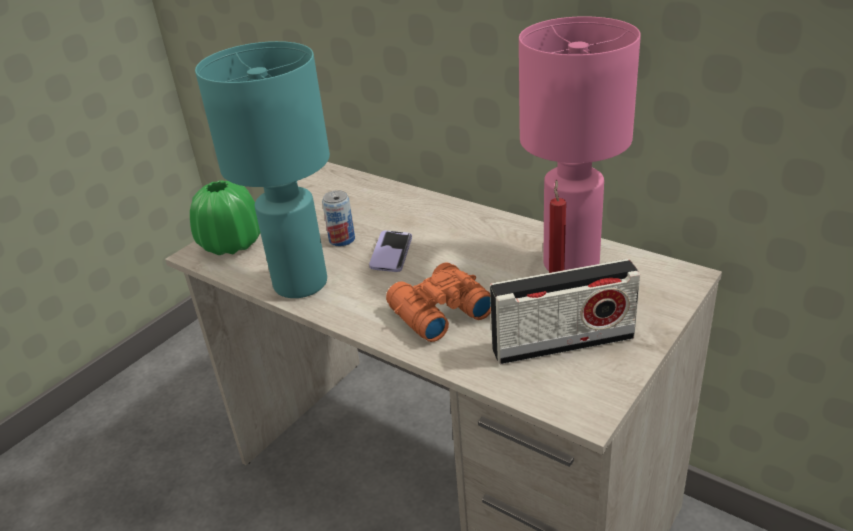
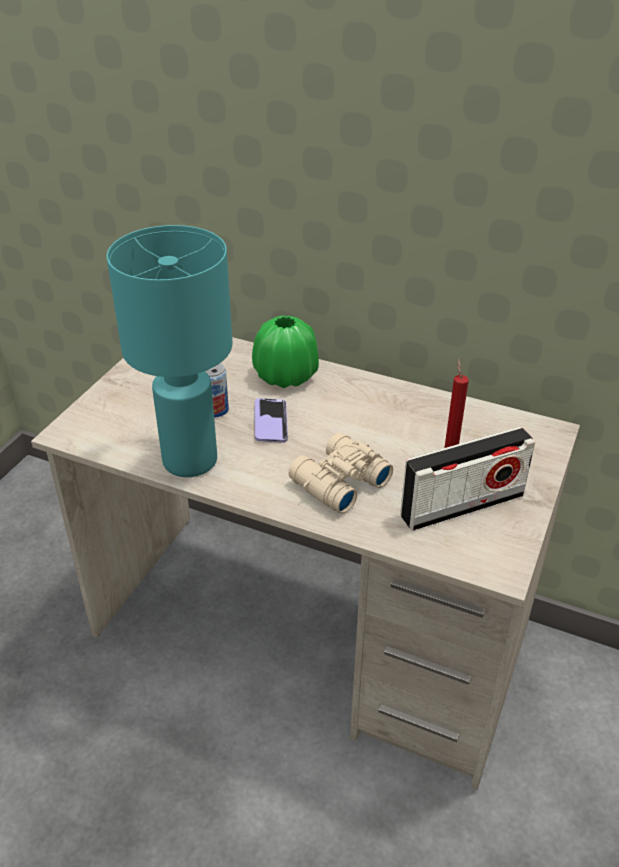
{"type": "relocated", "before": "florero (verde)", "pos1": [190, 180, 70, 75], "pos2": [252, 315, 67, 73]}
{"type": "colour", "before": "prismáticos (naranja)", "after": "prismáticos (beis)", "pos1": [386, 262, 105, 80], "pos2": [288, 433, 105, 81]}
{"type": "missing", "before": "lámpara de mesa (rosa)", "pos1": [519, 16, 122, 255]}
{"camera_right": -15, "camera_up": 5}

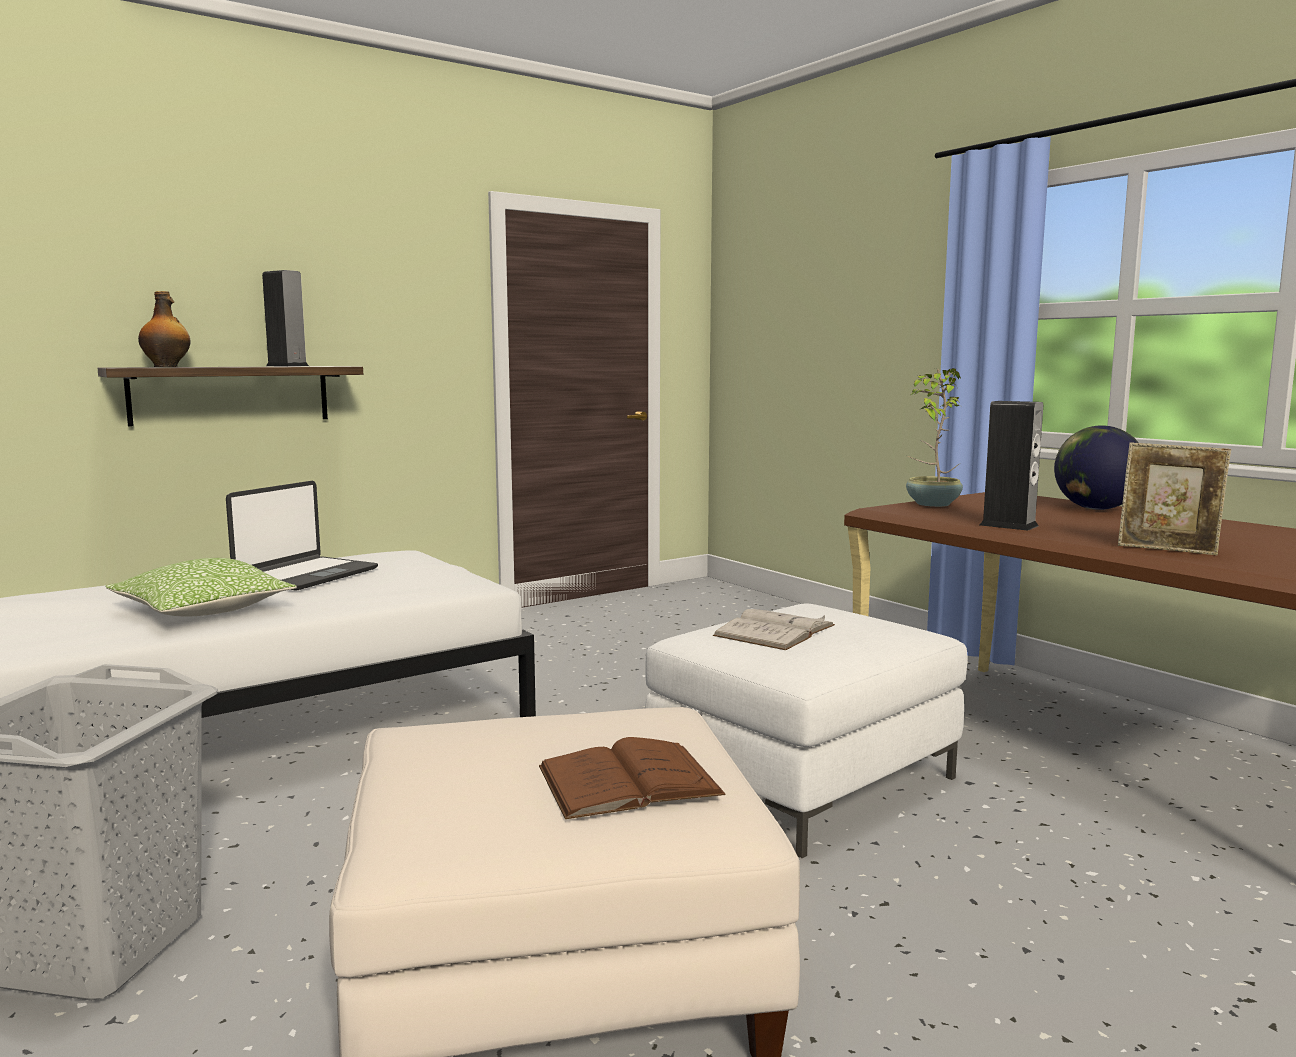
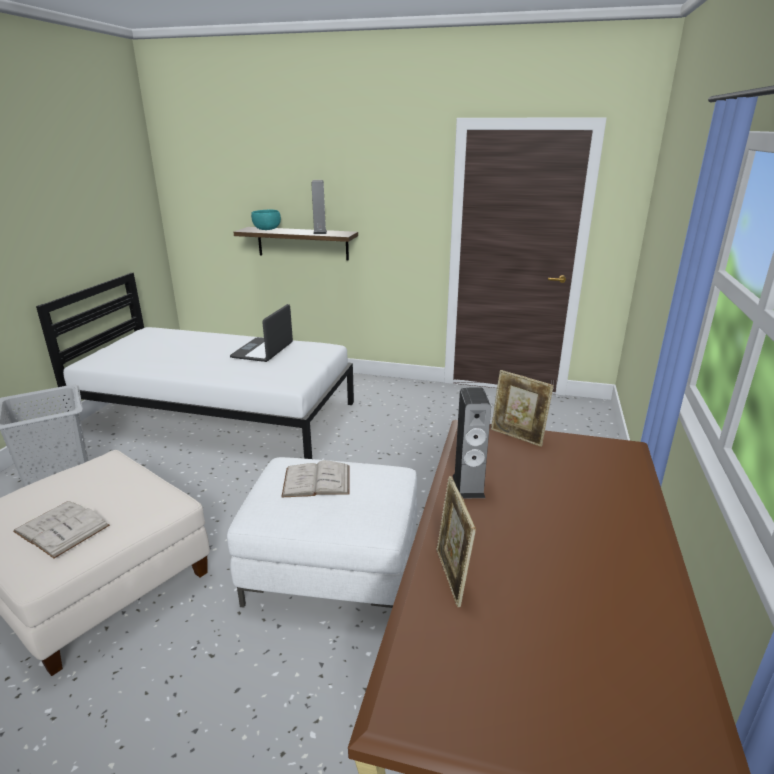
{"type": "missing", "before": "cojín", "pos1": [105, 558, 192, 58]}
{"type": "exchanged", "before": "botella", "after": "cuenco (turquesa)", "pos1": [138, 291, 53, 76], "pos2": [251, 210, 30, 20]}
{"type": "spun", "before": "portátil", "pos1": [226, 481, 152, 110], "pos2": [230, 304, 63, 58], "turn": 120}
{"type": "colour", "before": "libro (marrón)", "after": "libro (blanco)", "pos1": [539, 737, 187, 82], "pos2": [13, 501, 97, 58]}
{"type": "exchanged", "before": "planta en maceta", "after": "portarretratos", "pos1": [906, 368, 59, 139], "pos2": [491, 370, 63, 77]}
{"type": "missing", "before": "globo terráqueo", "pos1": [1054, 425, 85, 85]}
{"camera_right": 50, "camera_up": 15}

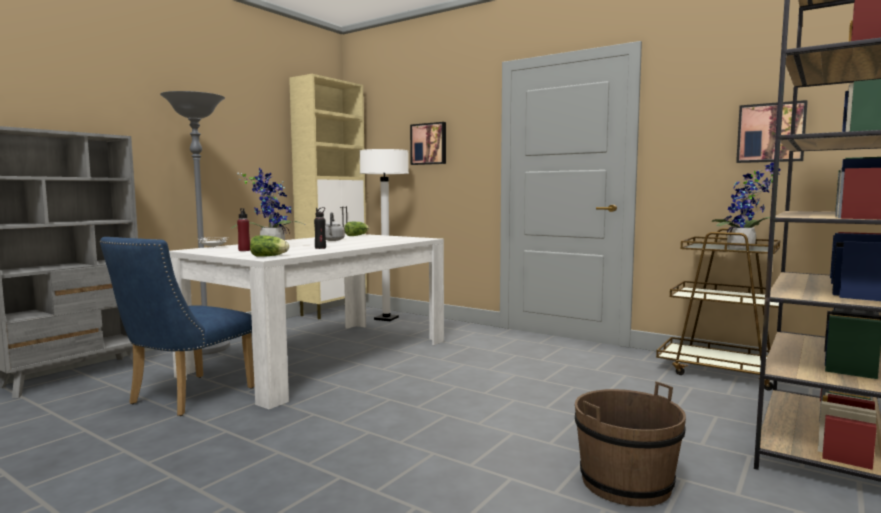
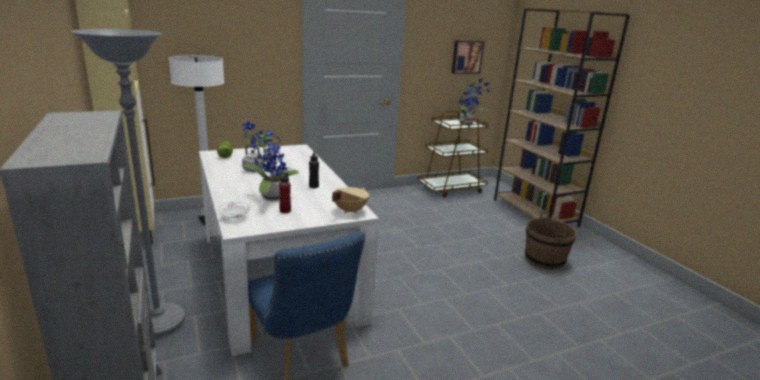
{"type": "exchanged", "before": "lechuga", "after": "olla (beis)", "pos1": [250, 235, 39, 22], "pos2": [332, 187, 37, 27]}
{"type": "missing", "before": "cuadro", "pos1": [410, 122, 36, 43]}
{"camera_right": -60, "camera_up": 15}

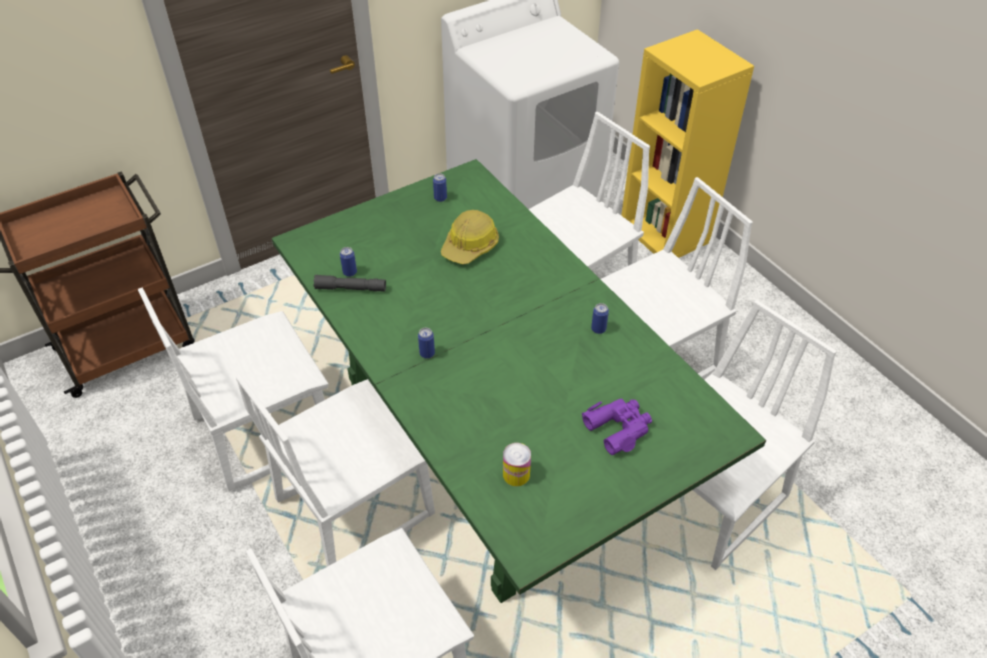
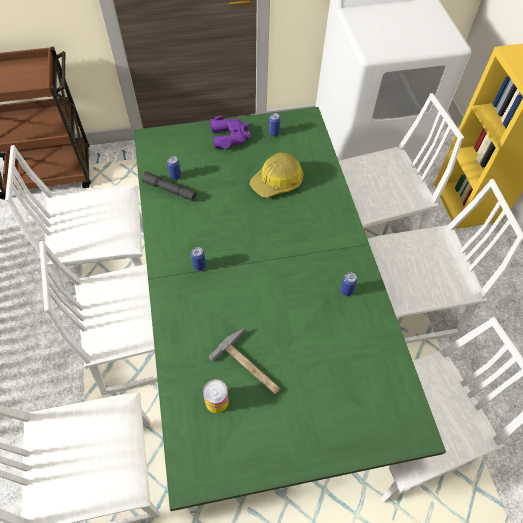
{"type": "relocated", "before": "prismáticos (morado)", "pos1": [582, 399, 70, 56], "pos2": [210, 116, 41, 33]}
{"type": "appeared", "after": "martillo", "pos2": [209, 328, 71, 66]}
{"camera_right": 20, "camera_up": 10}

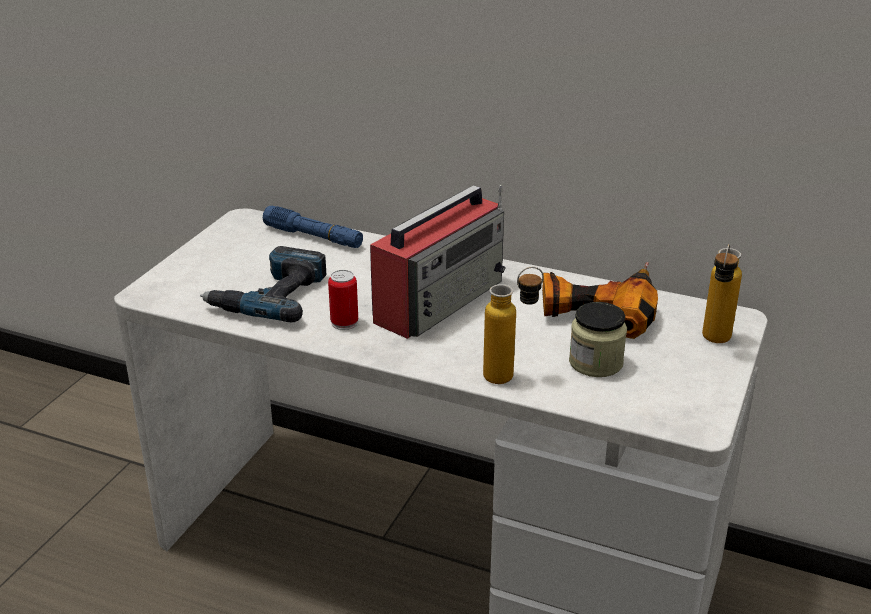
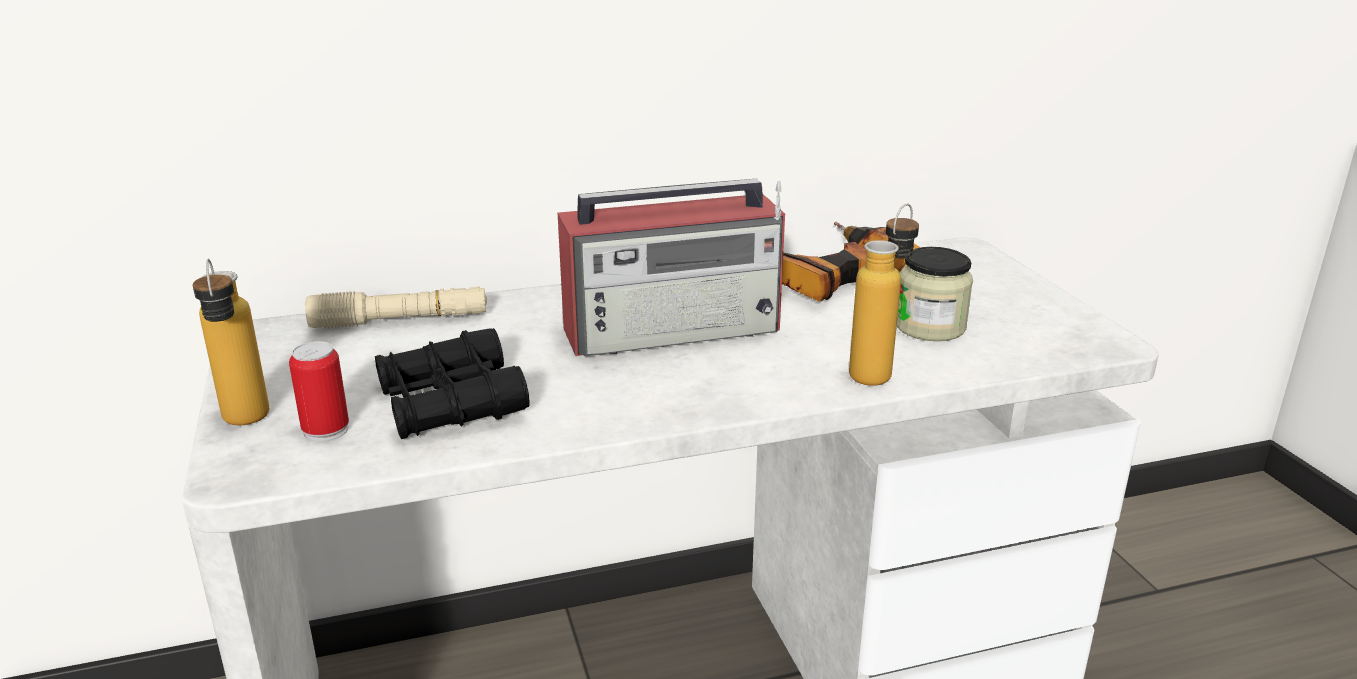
{"type": "exchanged", "before": "taladro", "after": "prismáticos (negro)", "pos1": [200, 246, 126, 76], "pos2": [375, 328, 155, 111]}
{"type": "colour", "before": "linterna (azul)", "after": "linterna (beis)", "pos1": [263, 206, 100, 42], "pos2": [305, 287, 182, 42]}
{"type": "relocated", "before": "lata", "pos1": [328, 270, 30, 60], "pos2": [289, 341, 60, 101]}
{"type": "spun", "before": "radio", "pos1": [370, 185, 136, 154], "pos2": [558, 179, 227, 177], "turn": 75}
{"type": "relocated", "before": "botella", "pos1": [702, 244, 40, 99], "pos2": [193, 259, 76, 167]}
{"camera_right": -40, "camera_up": -5}

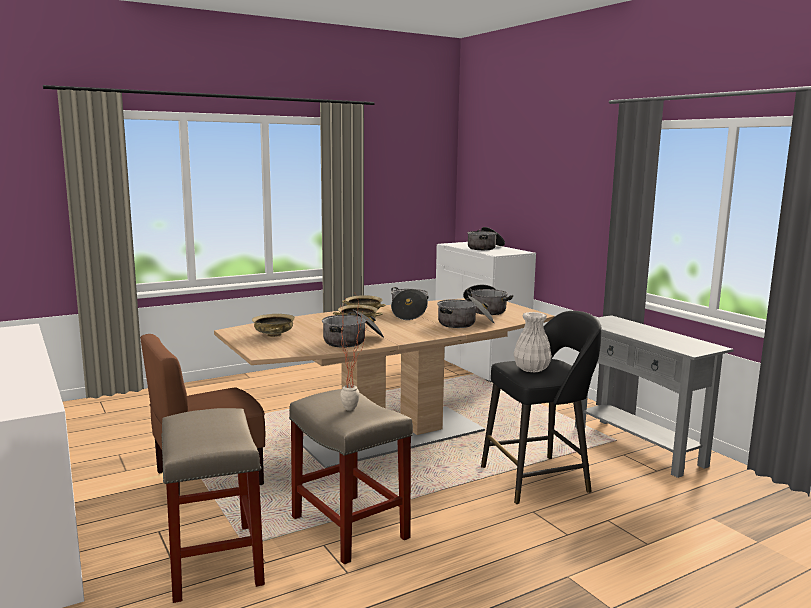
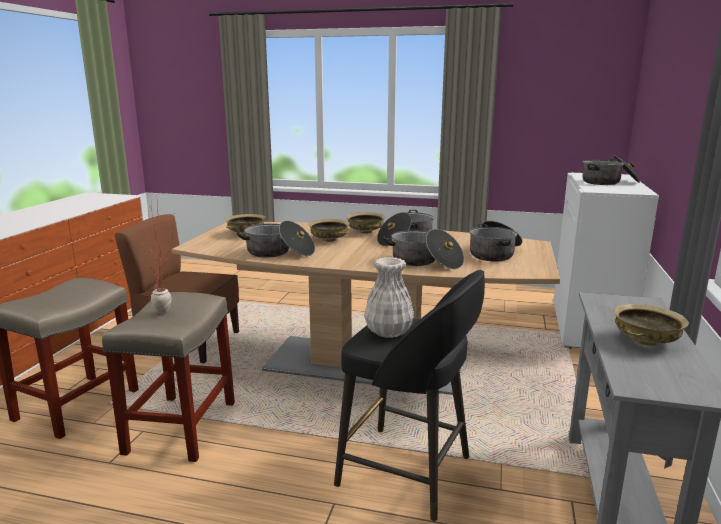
{"type": "appeared", "after": "cuenco (beis)", "pos2": [614, 304, 75, 42]}
{"camera_right": 45, "camera_up": 5}

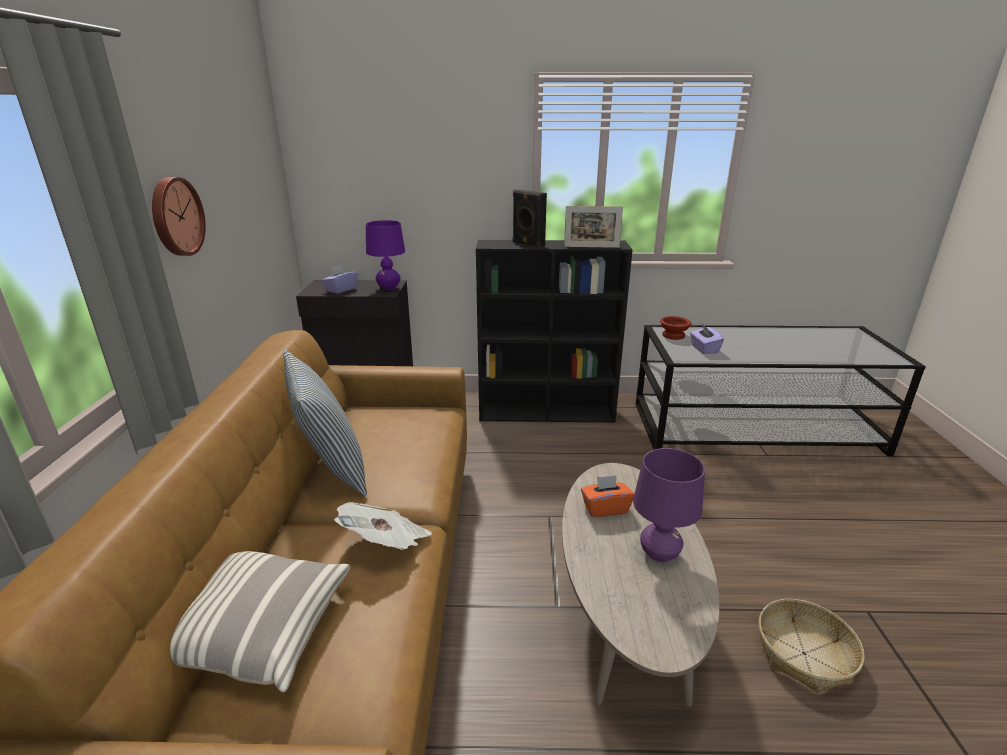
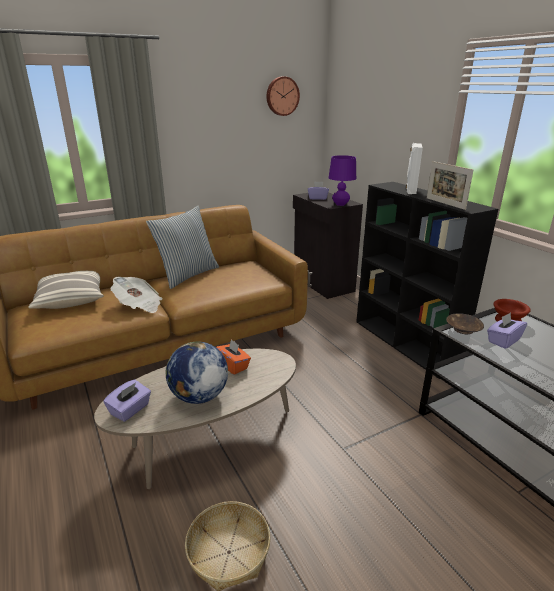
{"type": "relocated", "before": "reloj de pared", "pos1": [152, 177, 54, 79], "pos2": [267, 76, 33, 40]}
{"type": "colour", "before": "altavoz (negro)", "after": "altavoz (blanco)", "pos1": [513, 189, 34, 58], "pos2": [406, 143, 17, 51]}
{"type": "exchanged", "before": "lámpara de mesa (morado)", "after": "globo terráqueo", "pos1": [633, 448, 72, 114], "pos2": [165, 341, 63, 63]}
{"type": "appeared", "after": "caja de pañuelos (morado)", "pos2": [103, 379, 48, 43]}
{"type": "appeared", "after": "cuenco (marrón)", "pos2": [446, 313, 38, 21]}
{"camera_right": 60, "camera_up": 0}

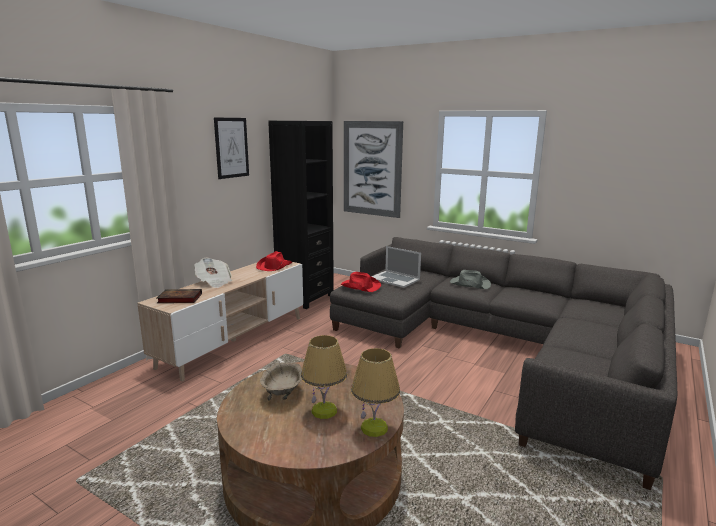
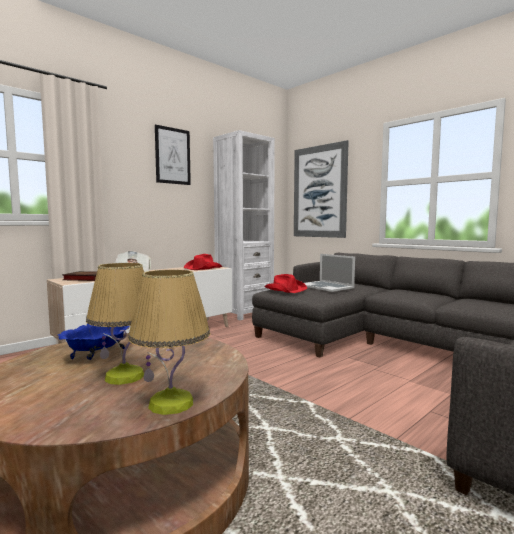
{"type": "colour", "before": "cuenco (beis)", "after": "cuenco (azul)", "pos1": [260, 363, 42, 38], "pos2": [58, 324, 72, 36]}
{"type": "colour", "before": "estantería (negro)", "after": "estantería (blanco)", "pos1": [268, 121, 66, 188], "pos2": [213, 130, 62, 190]}
{"type": "missing", "before": "sombrero (gris)", "pos1": [450, 270, 41, 19]}
{"camera_right": 15, "camera_up": -10}

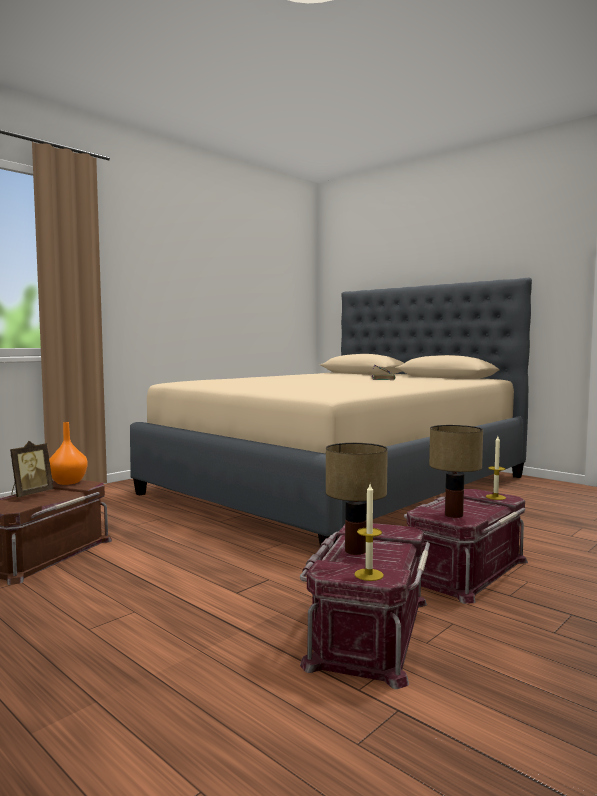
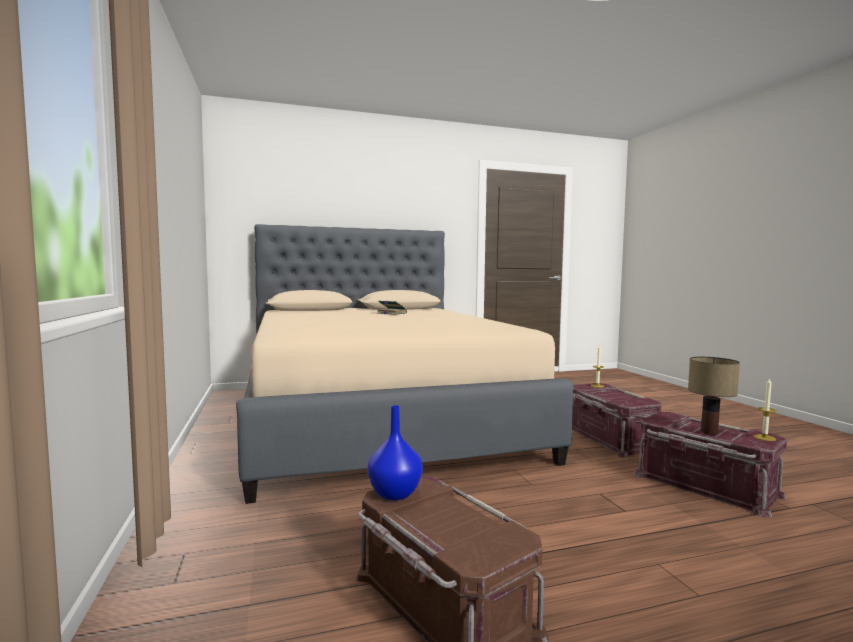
{"type": "missing", "before": "portarretratos", "pos1": [10, 441, 43, 56]}
{"type": "colour", "before": "florero (naranja)", "after": "florero (azul)", "pos1": [49, 422, 39, 63], "pos2": [367, 405, 56, 95]}
{"type": "missing", "before": "lámpara de mesa", "pos1": [429, 425, 54, 93]}
{"camera_right": -60, "camera_up": 0}

